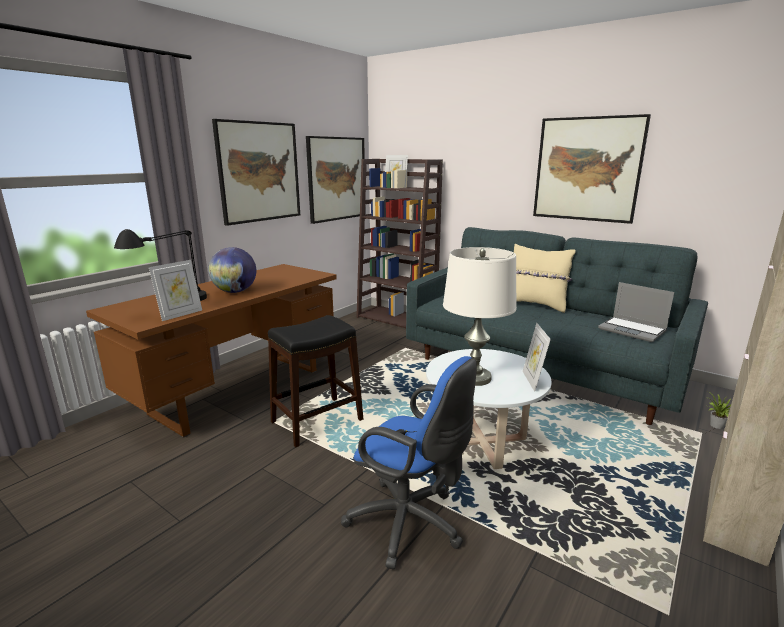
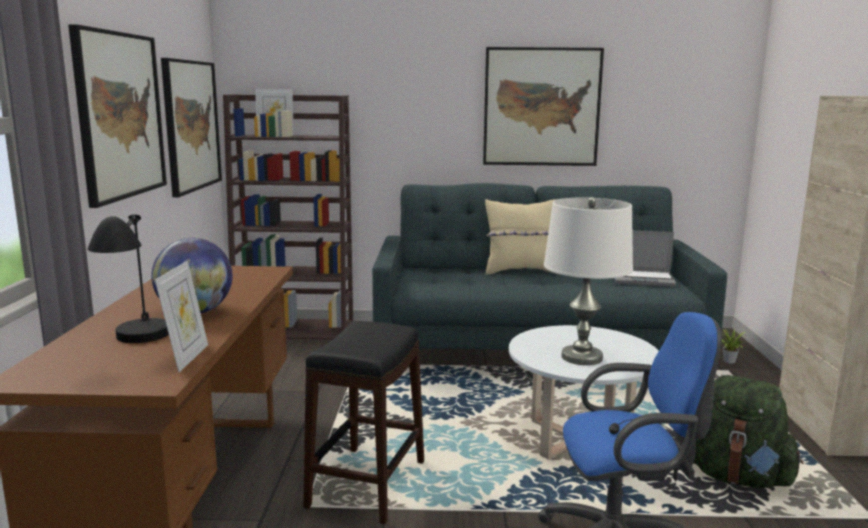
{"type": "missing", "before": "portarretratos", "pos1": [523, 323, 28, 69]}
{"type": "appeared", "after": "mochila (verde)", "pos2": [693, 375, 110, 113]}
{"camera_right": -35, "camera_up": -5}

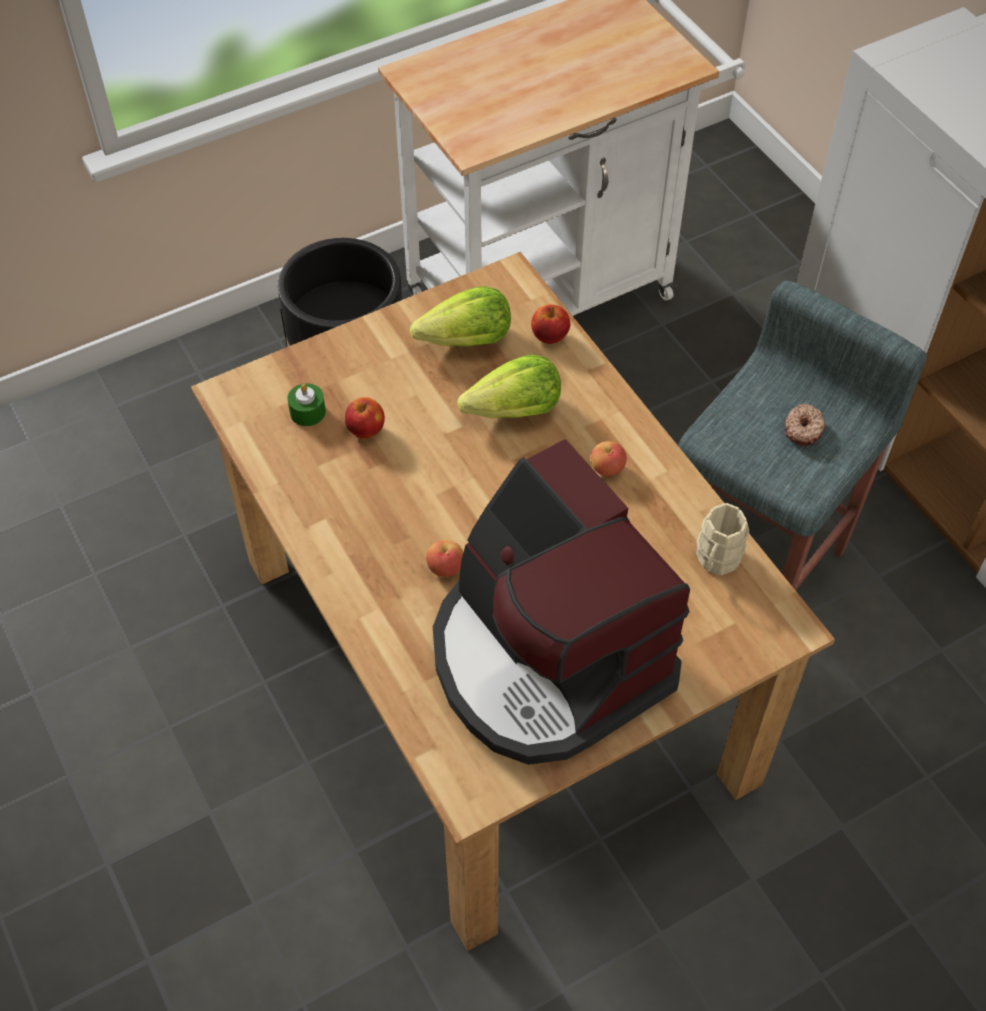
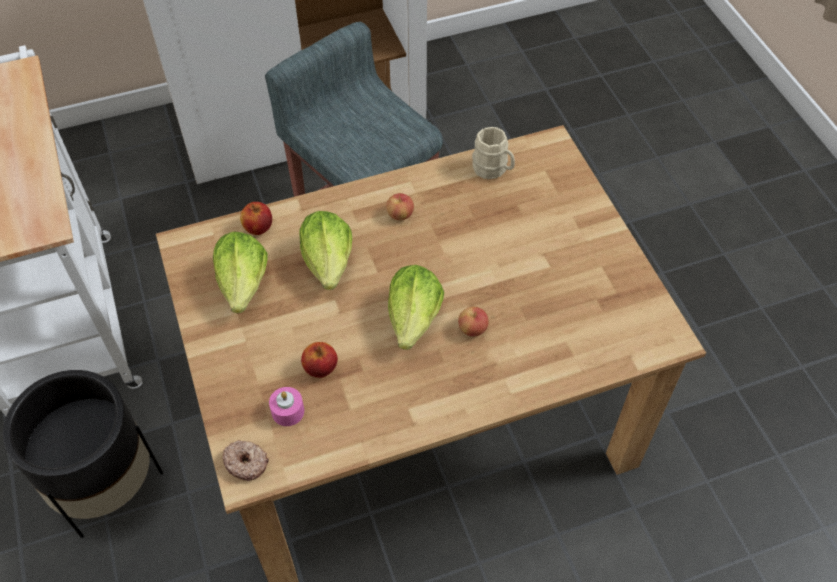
{"type": "colour", "before": "vela (verde)", "after": "vela (rosa)", "pos1": [287, 383, 39, 43], "pos2": [269, 387, 35, 39]}
{"type": "missing", "before": "cafetera", "pos1": [433, 439, 257, 326]}
{"type": "relocated", "before": "rosquilla", "pos1": [785, 404, 40, 42], "pos2": [222, 440, 47, 41]}
{"type": "appeared", "after": "lechuga", "pos2": [388, 265, 56, 85]}
{"camera_right": -80, "camera_up": 0}

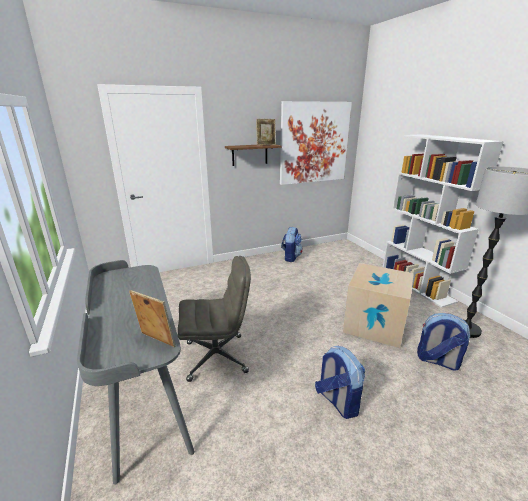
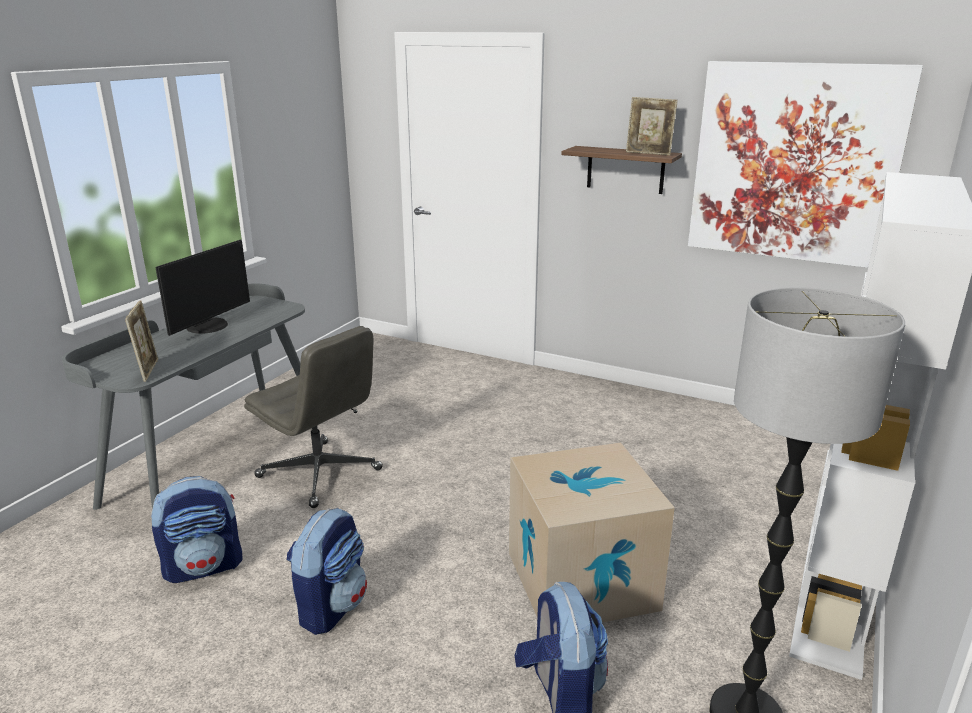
{"type": "relocated", "before": "mochila", "pos1": [281, 226, 22, 36], "pos2": [151, 476, 92, 107]}
{"type": "appeared", "after": "monitor", "pos2": [155, 240, 95, 96]}
{"camera_right": 50, "camera_up": 0}

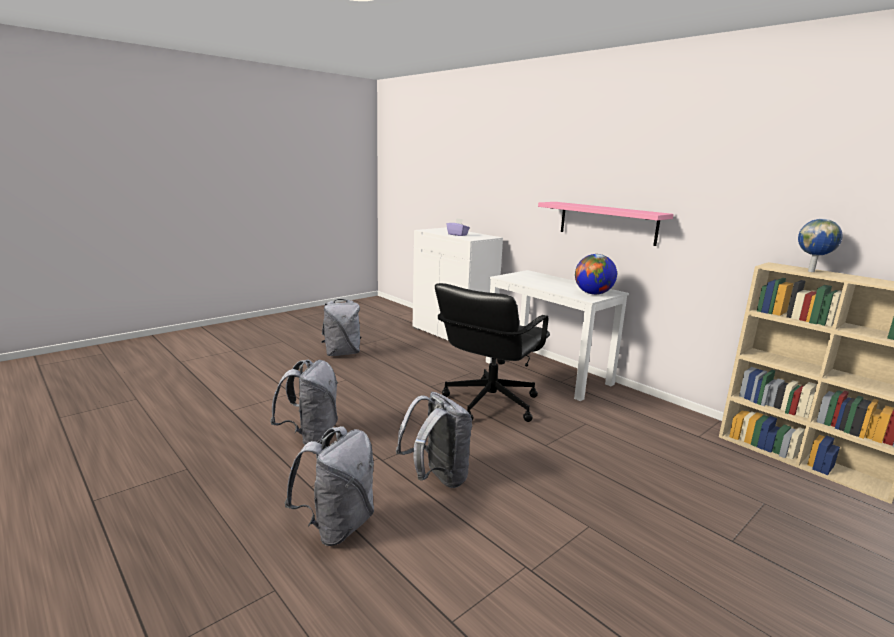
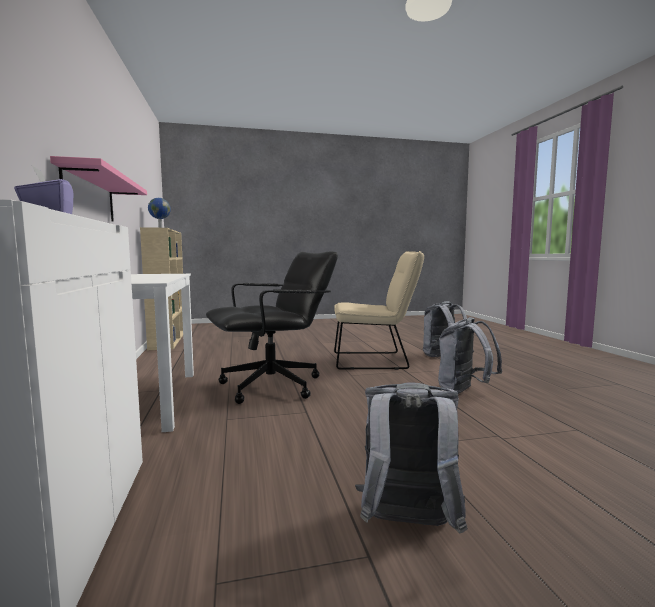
{"type": "exchanged", "before": "mochila (gris)", "after": "silla (beis)", "pos1": [396, 392, 76, 96], "pos2": [334, 251, 90, 119]}
{"type": "missing", "before": "globo terráqueo", "pos1": [575, 254, 42, 41]}
{"camera_right": -150, "camera_up": -10}

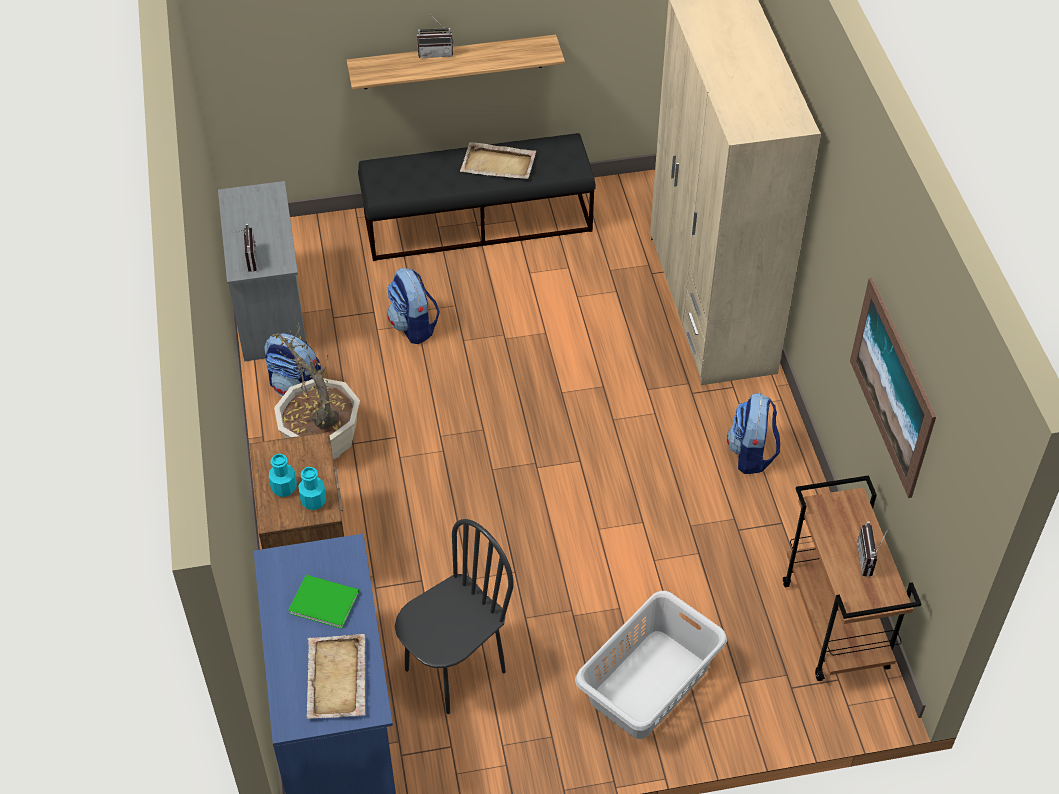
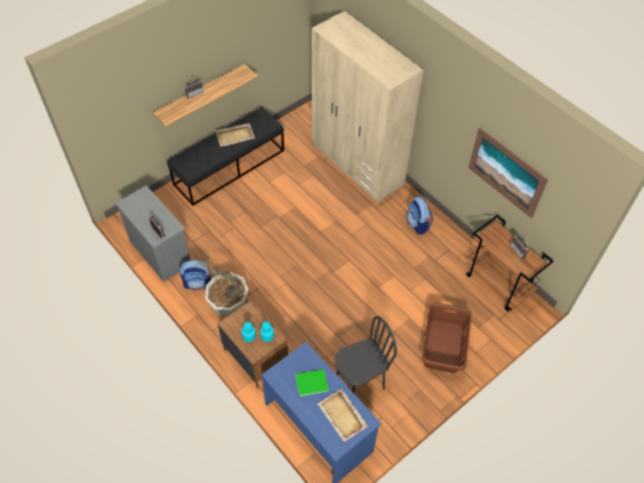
{"type": "missing", "before": "mochila", "pos1": [387, 267, 53, 77]}
{"type": "spun", "before": "silla (negro)", "pos1": [395, 519, 118, 195], "pos2": [334, 316, 63, 77], "turn": 45}
{"type": "colour", "before": "cesto de la ropa (gris)", "after": "cesto de la ropa (marrón)", "pos1": [575, 591, 152, 148], "pos2": [422, 303, 50, 70]}
{"camera_right": -30, "camera_up": 5}

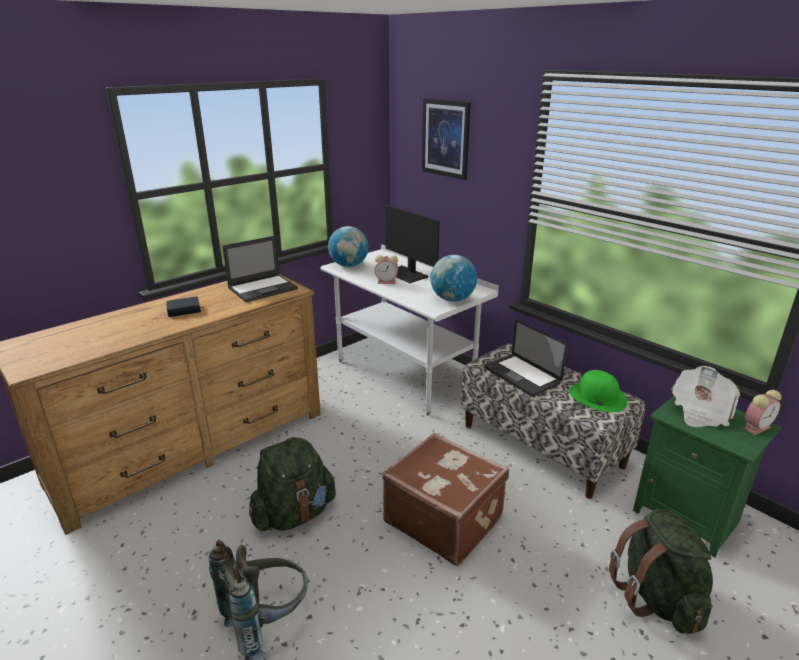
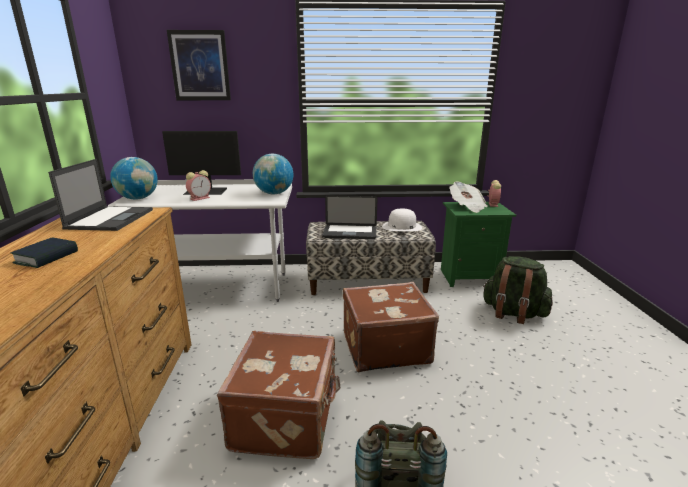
{"type": "exchanged", "before": "mochila (verde)", "after": "maleta (marrón)", "pos1": [249, 437, 87, 94], "pos2": [217, 331, 123, 128]}
{"type": "colour", "before": "sombrero (verde)", "after": "sombrero (blanco)", "pos1": [569, 370, 58, 42], "pos2": [382, 209, 40, 22]}
{"camera_right": -50, "camera_up": -5}

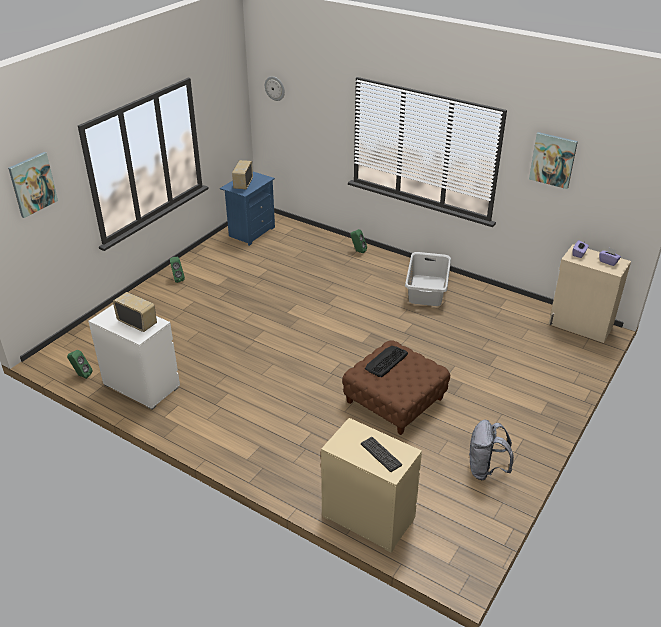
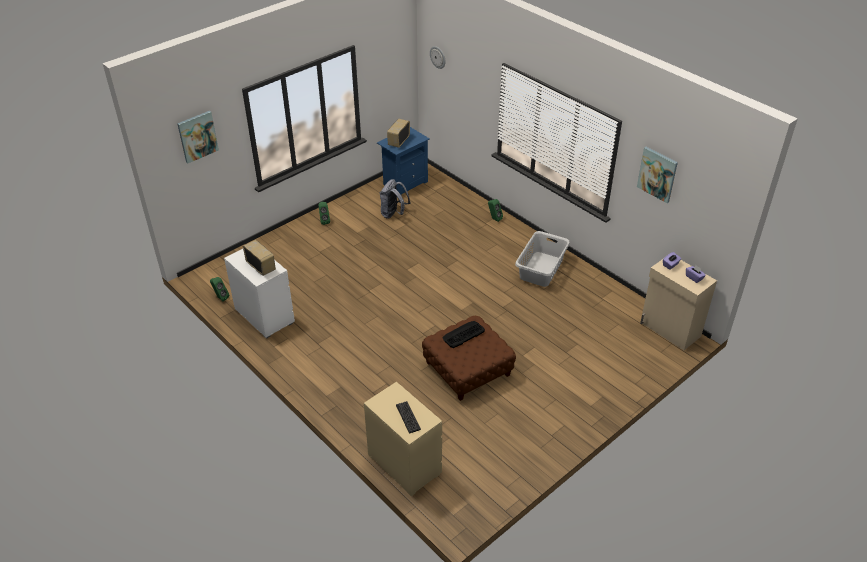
{"type": "relocated", "before": "mochila (gris)", "pos1": [469, 420, 45, 60], "pos2": [379, 179, 32, 40]}
{"camera_right": 15, "camera_up": 5}

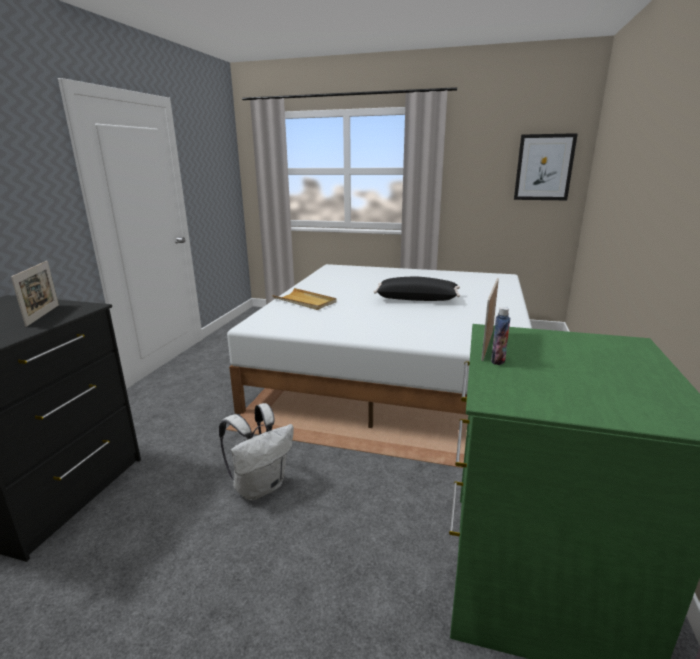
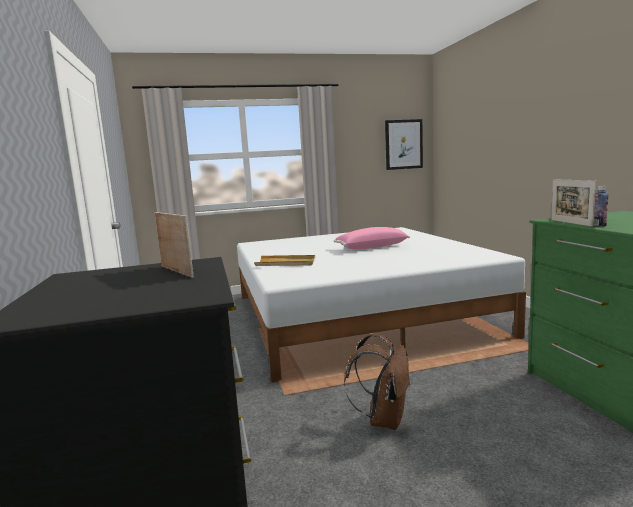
{"type": "colour", "before": "mochila (blanco)", "after": "mochila (marrón)", "pos1": [219, 403, 75, 97], "pos2": [344, 333, 67, 97]}
{"type": "colour", "before": "cojín (negro)", "after": "cojín (rosa)", "pos1": [374, 277, 86, 24], "pos2": [334, 227, 76, 22]}
{"camera_right": -30, "camera_up": -10}

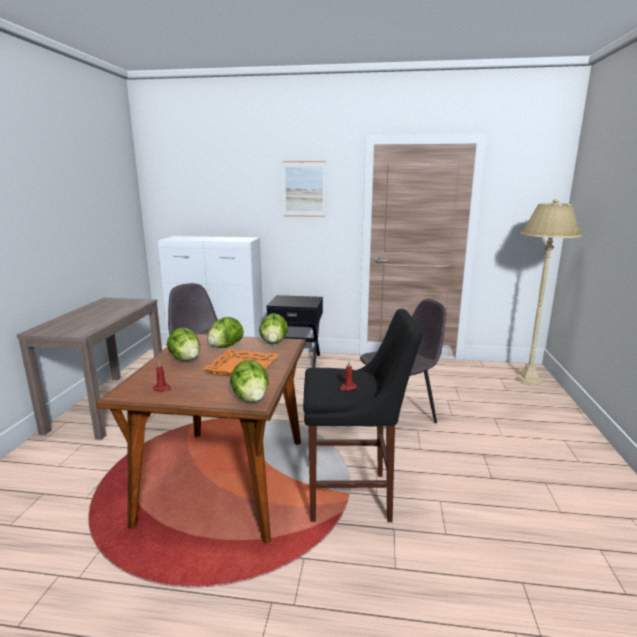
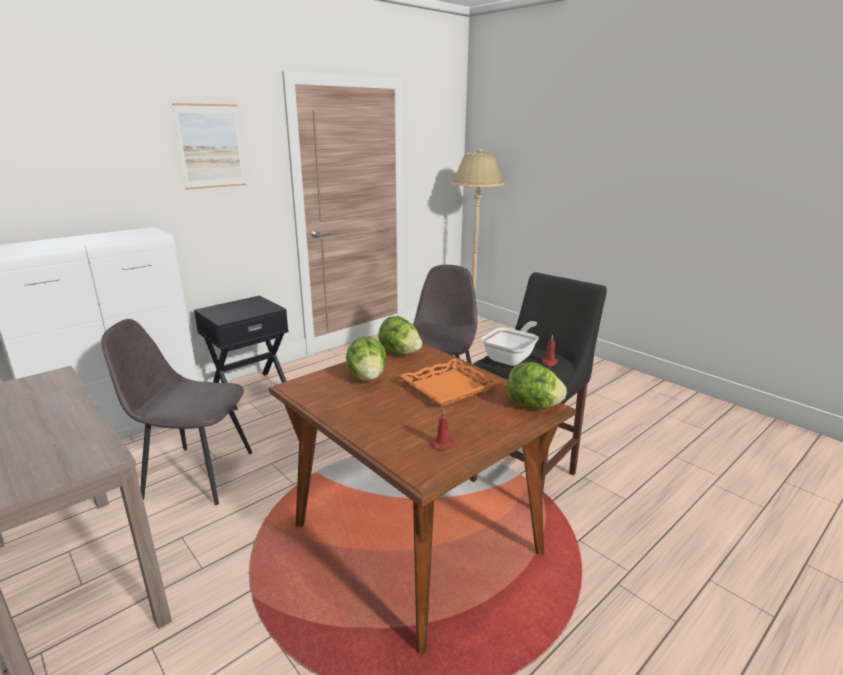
{"type": "missing", "before": "lechuga", "pos1": [167, 327, 33, 34]}
{"type": "appeared", "after": "sartén", "pos2": [481, 321, 58, 45]}
{"camera_right": -50, "camera_up": 5}

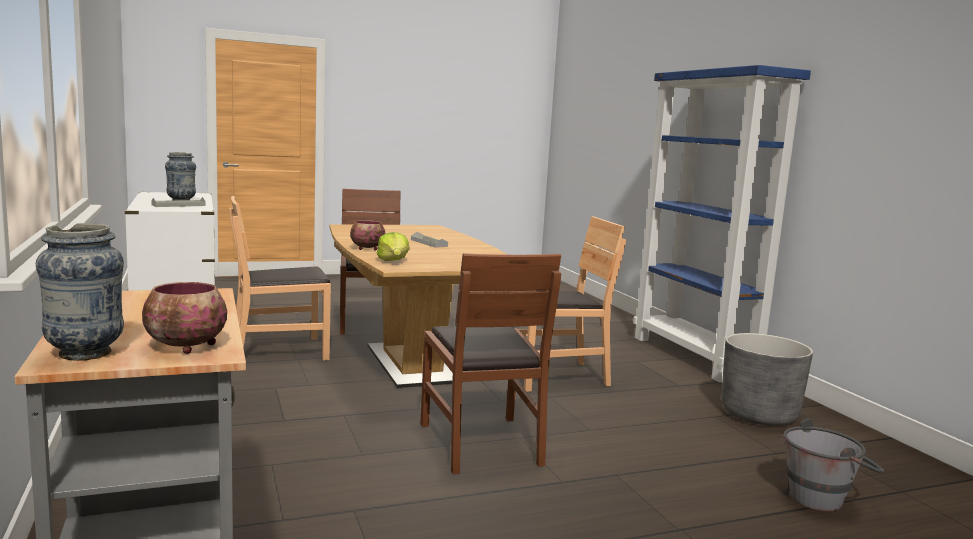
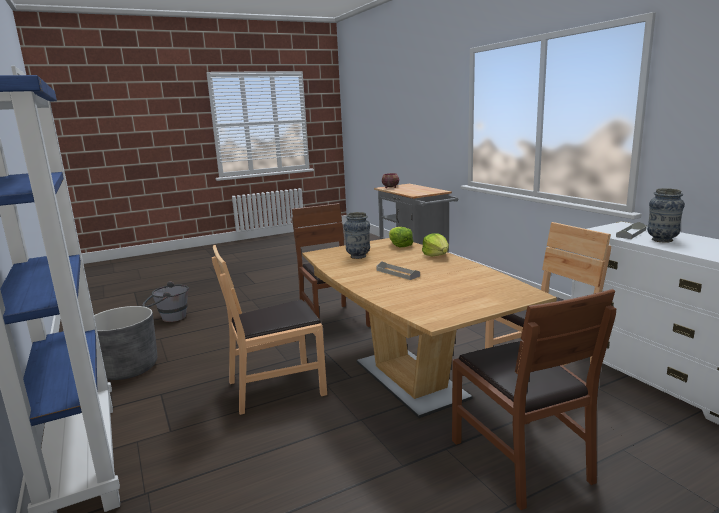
{"type": "relocated", "before": "florero", "pos1": [36, 223, 88, 138], "pos2": [344, 212, 26, 47]}
{"type": "exchanged", "before": "cuenco", "after": "lechuga", "pos1": [350, 220, 36, 30], "pos2": [422, 233, 27, 23]}
{"camera_right": 175, "camera_up": 5}

